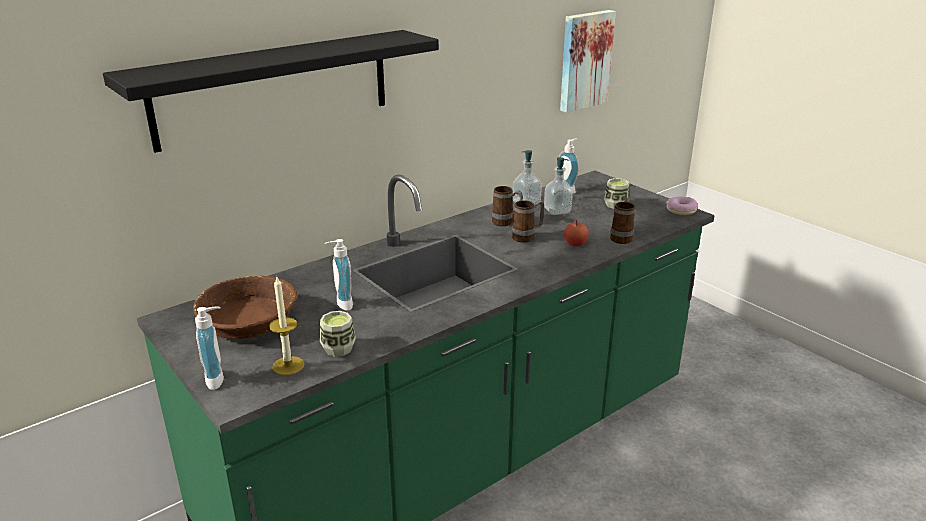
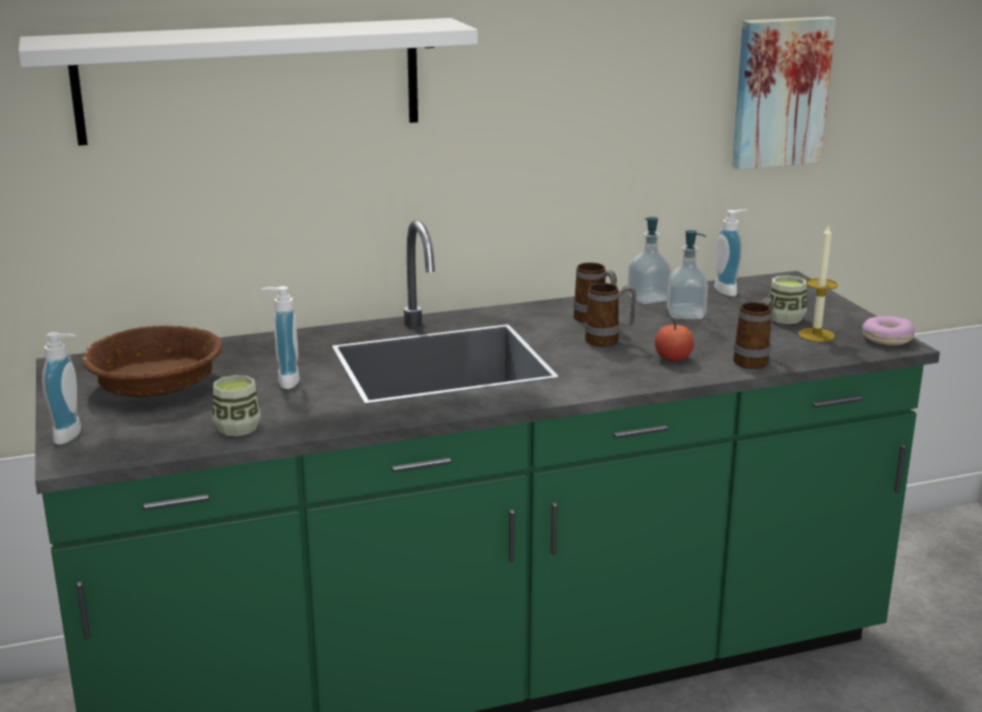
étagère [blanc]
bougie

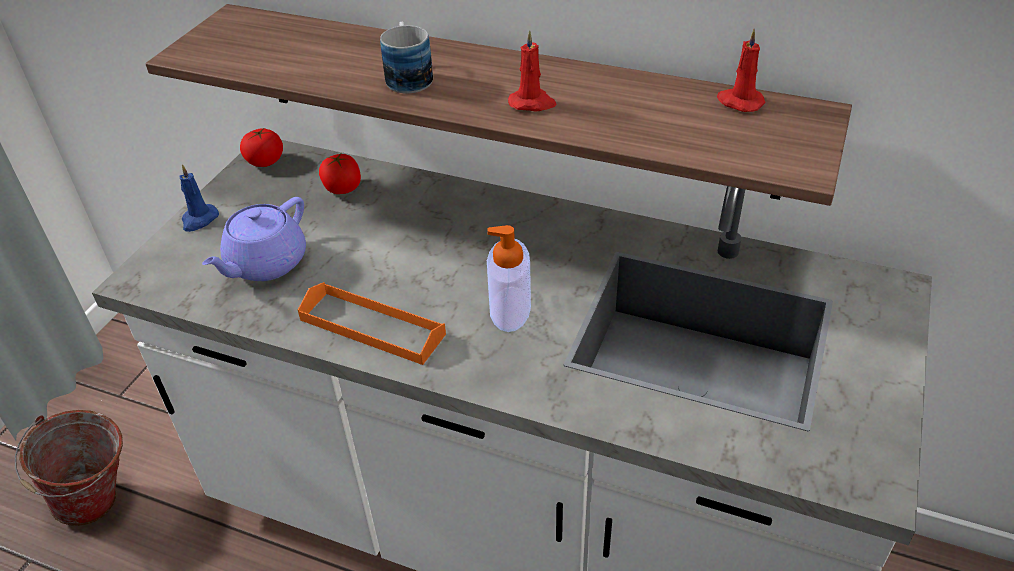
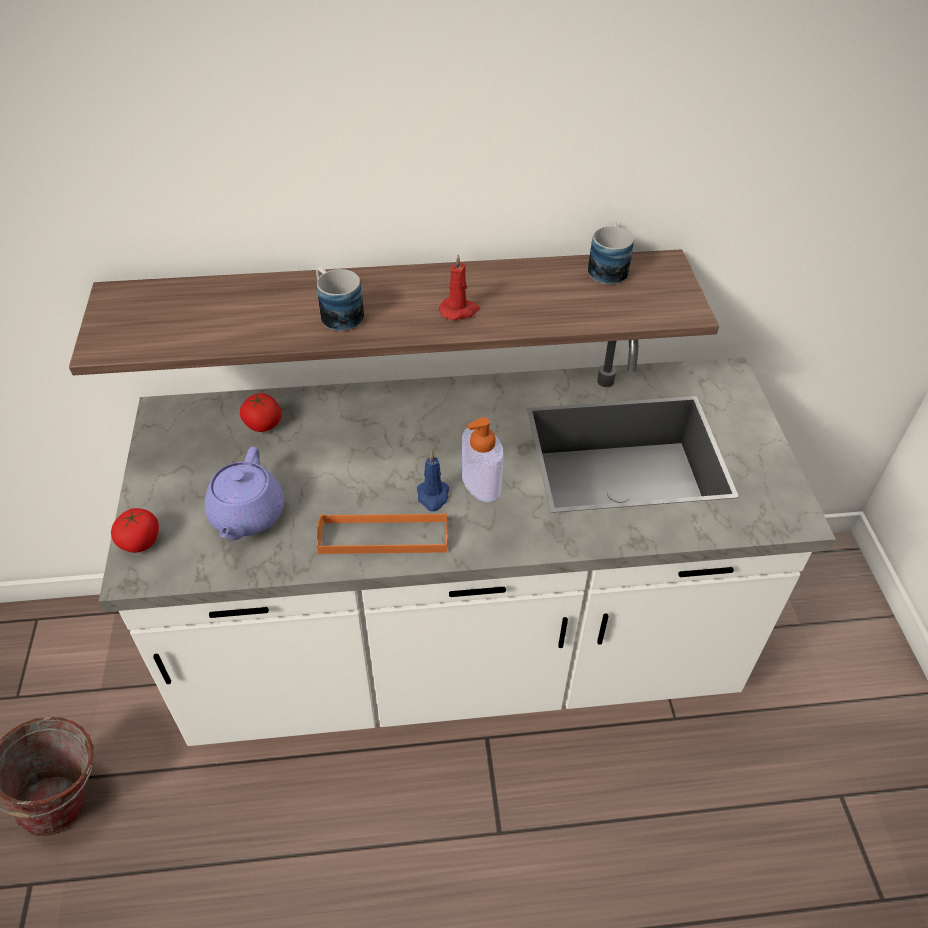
mug (2nd from left)
tomate (1st from left)
bougie [bleu]

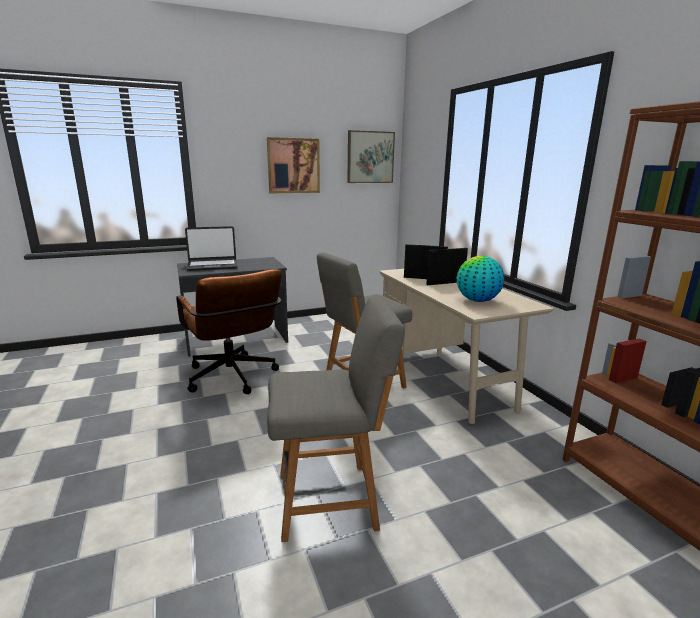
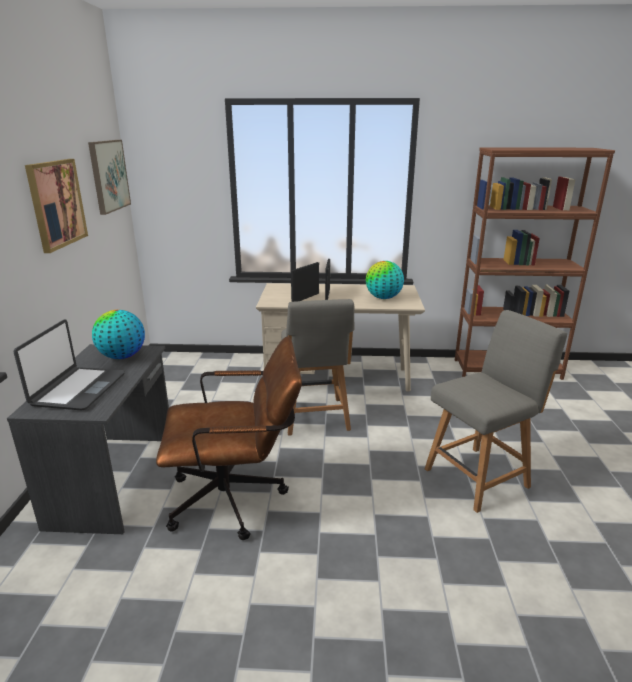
chaise [gris] (2nd from left)
globe (1st from left)

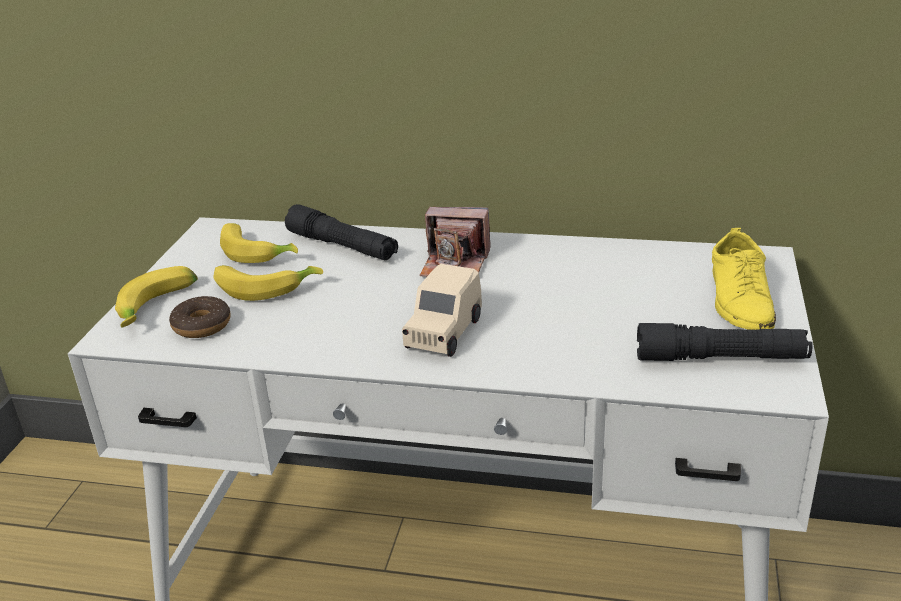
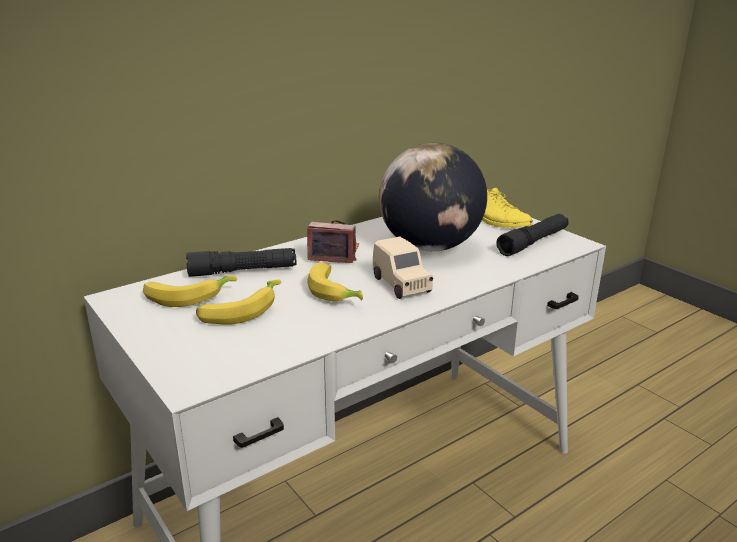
appareil photo
banane (3rd from left)
beignet
globe

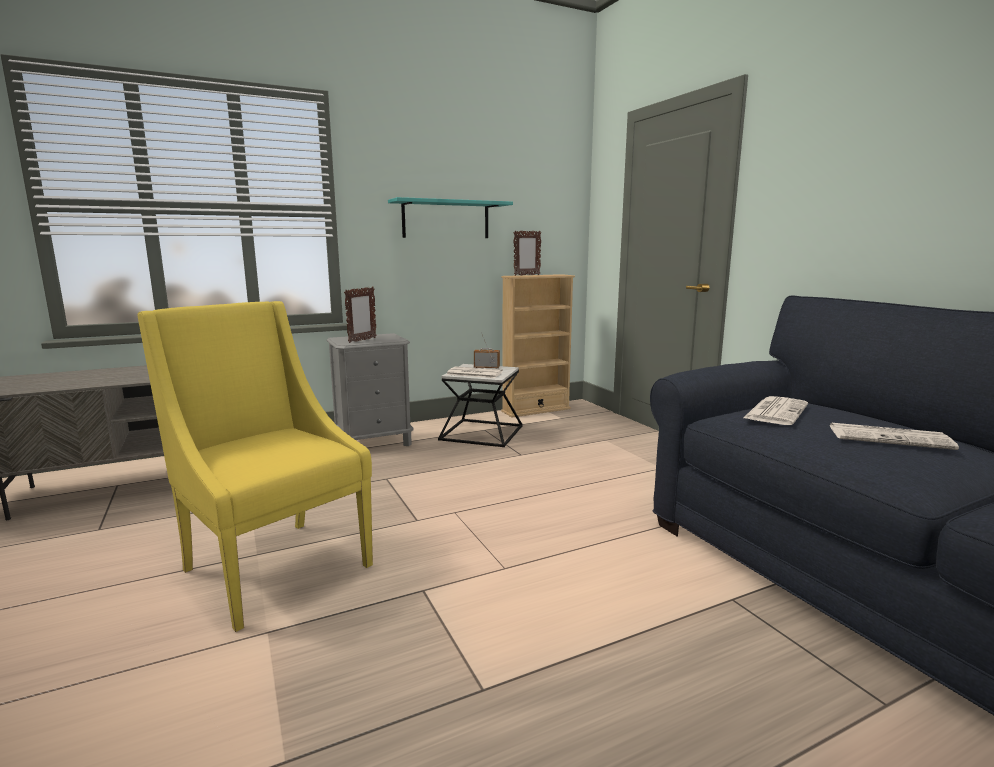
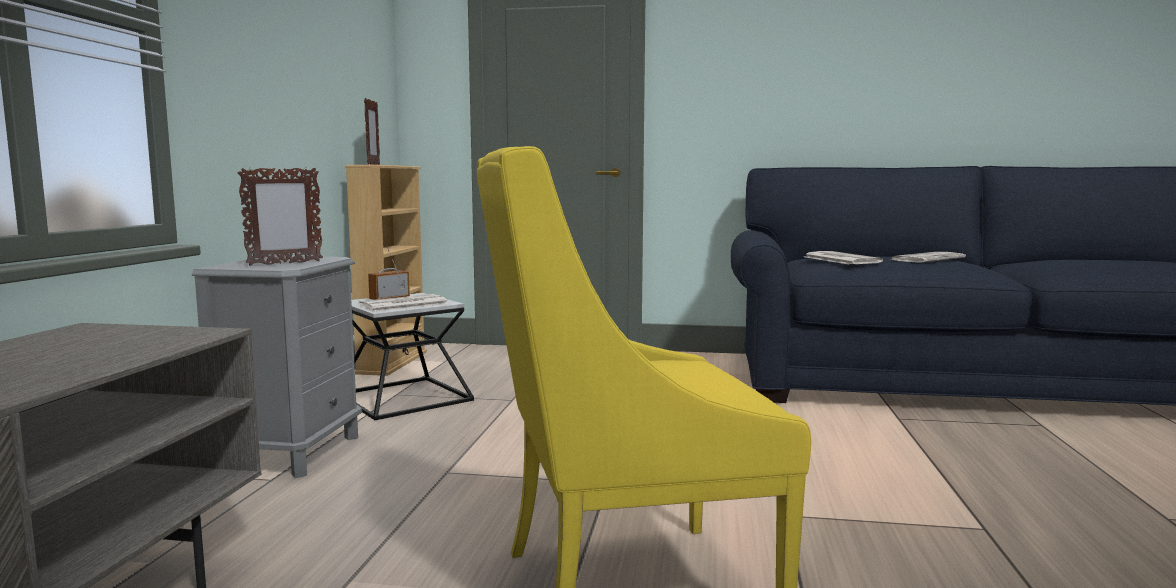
étagère [turquoise]
cadre photo (1st from left)

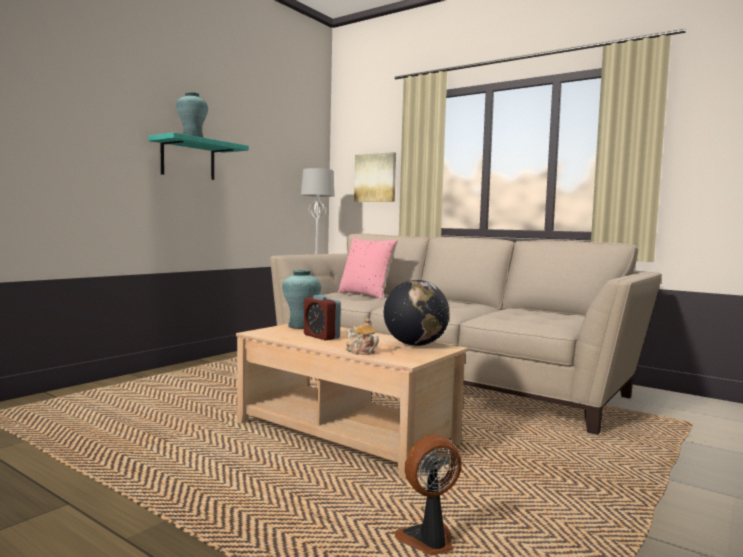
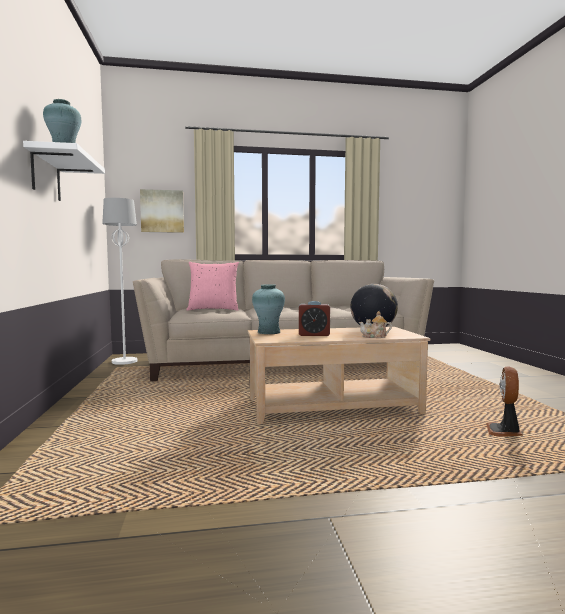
étagère [blanc]

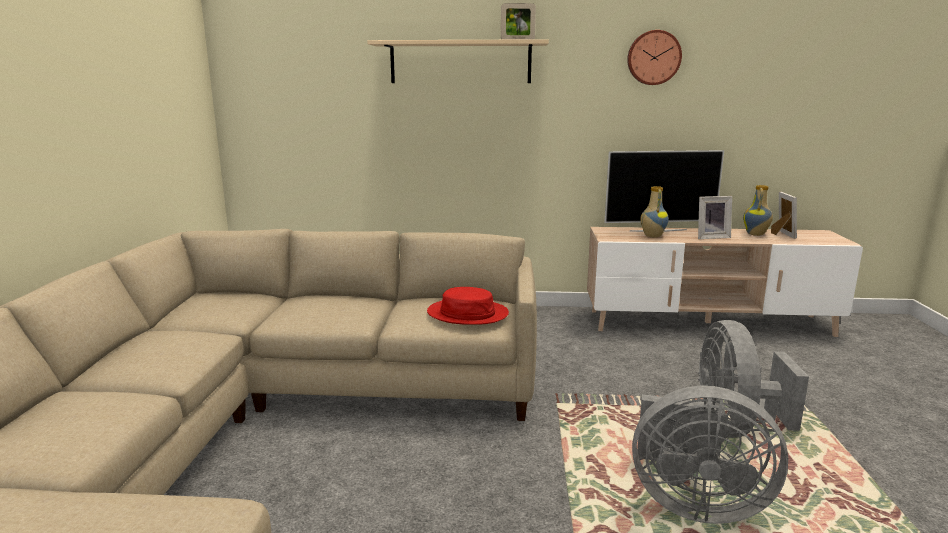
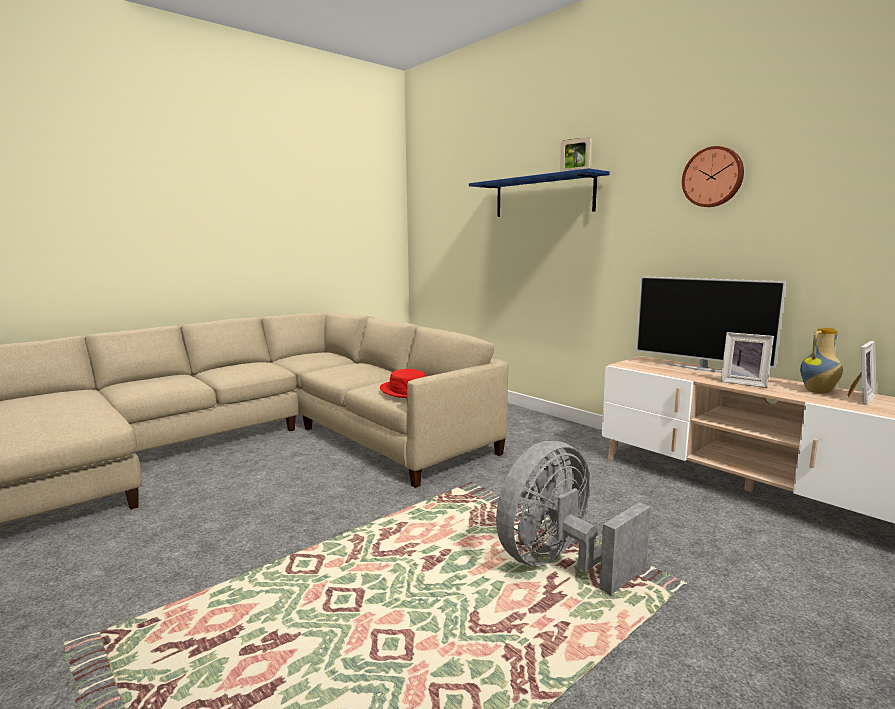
étagère [bleu]
vase (1st from left in the first image)
ventilateur [gris] (1st from left in the first image)

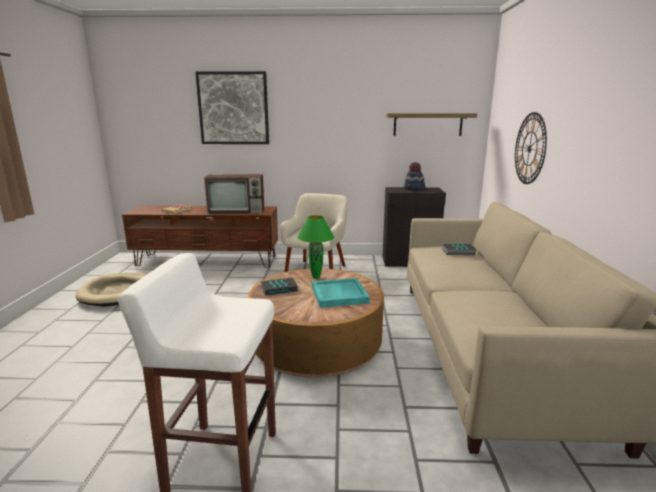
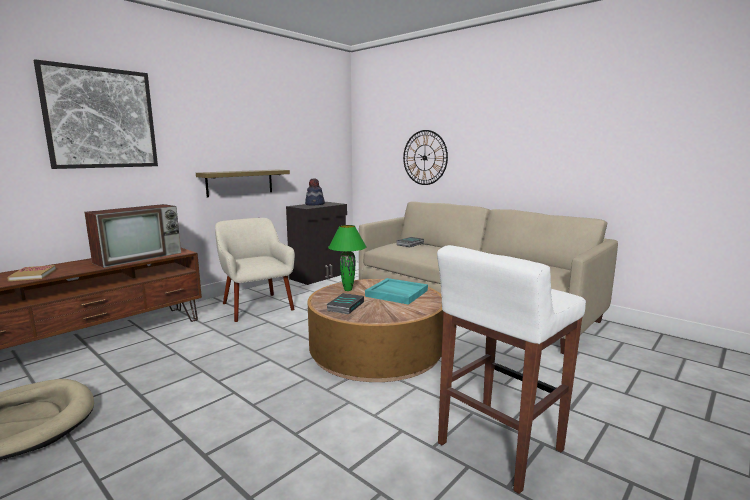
étagère

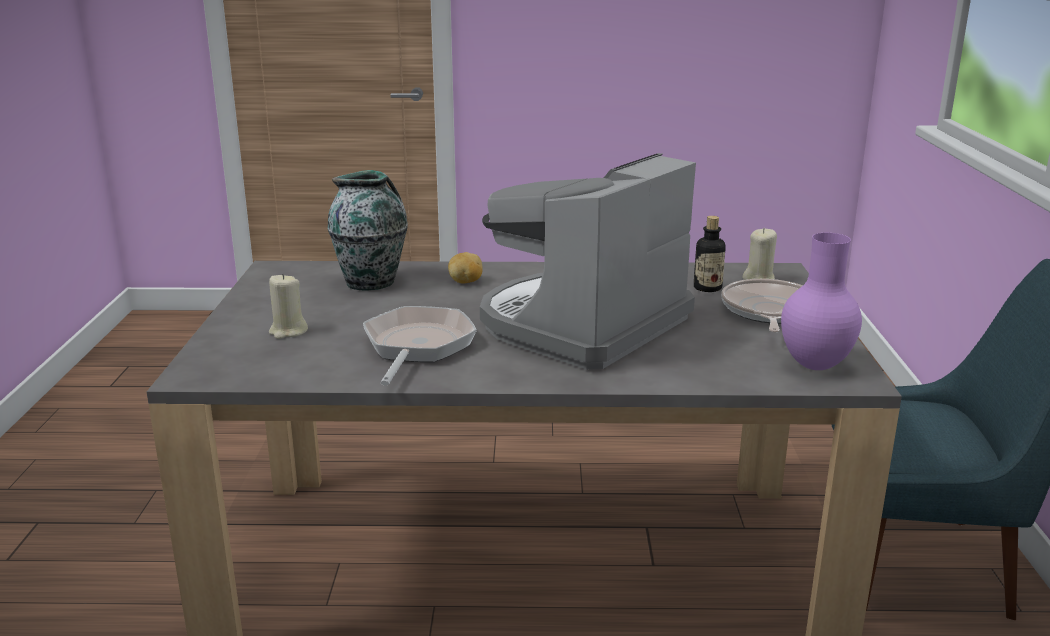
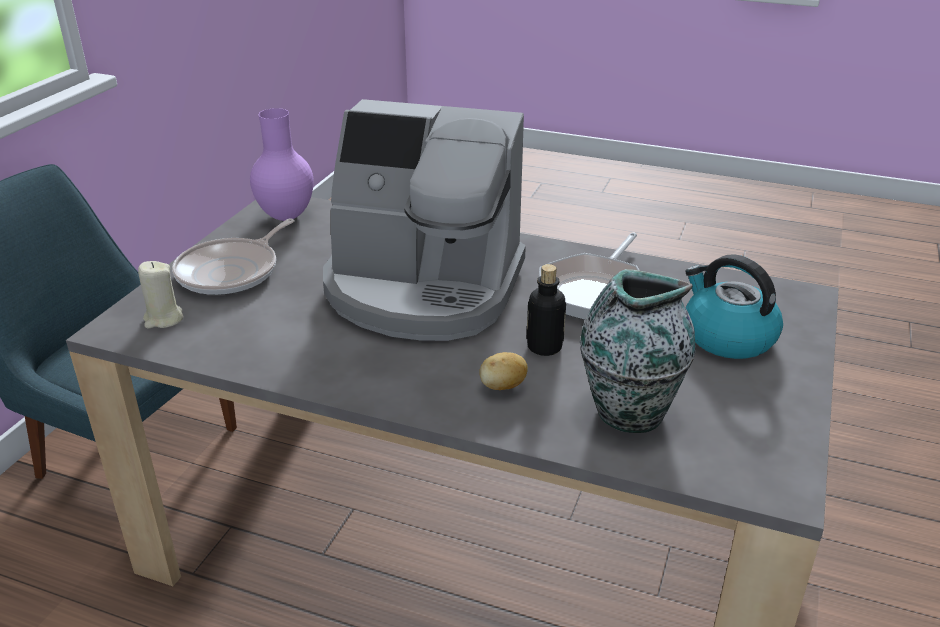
machine à café
bouteille
bouilloire

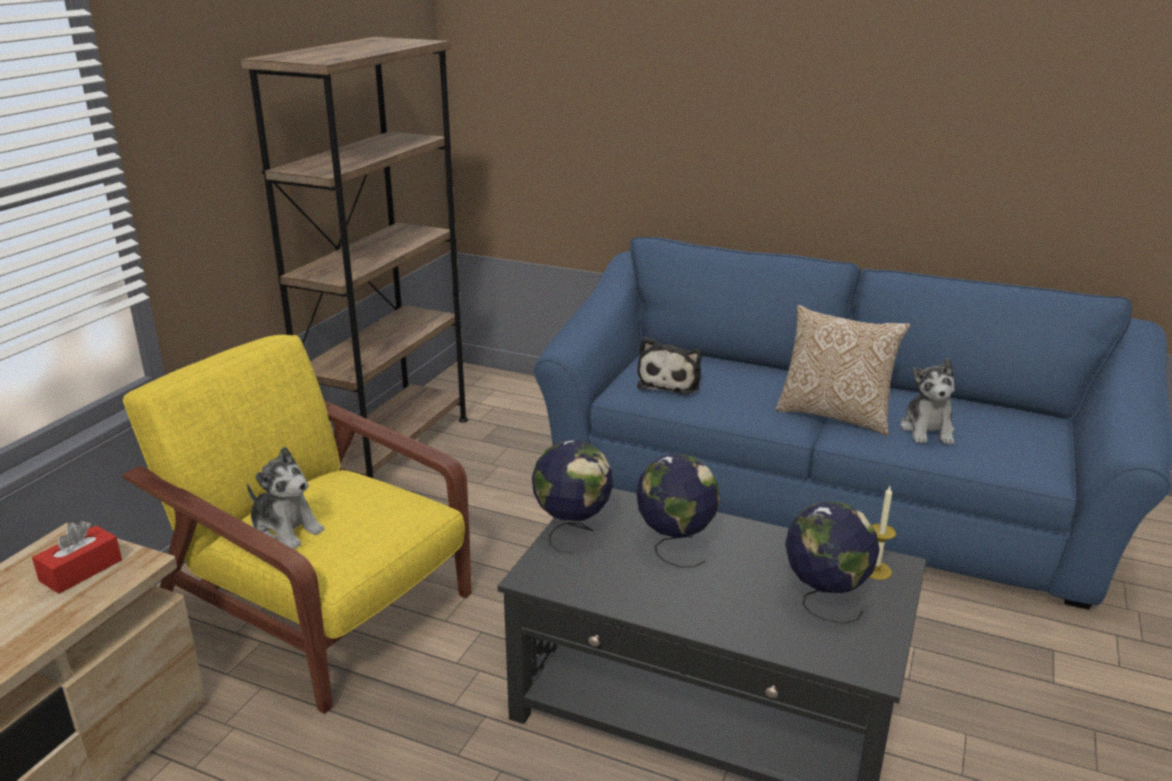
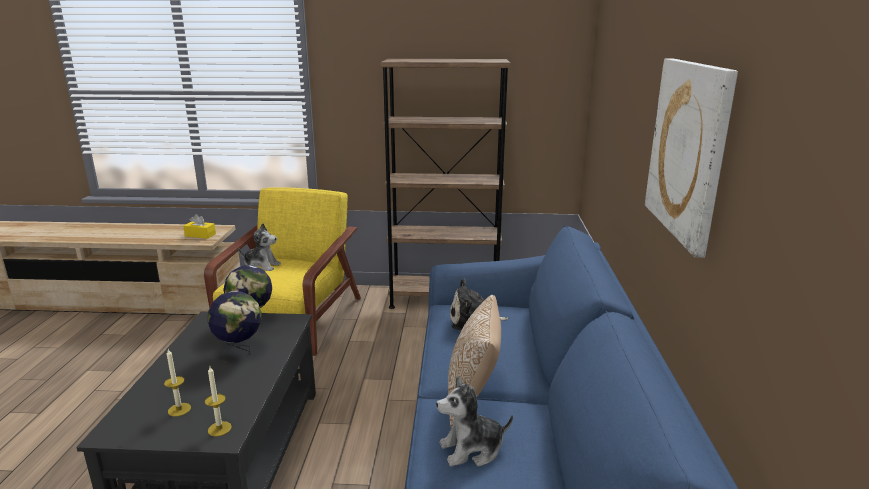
peluche (1st from left)
bougie (1st from left)
boîte à mouchoirs [jaune]
tableau

